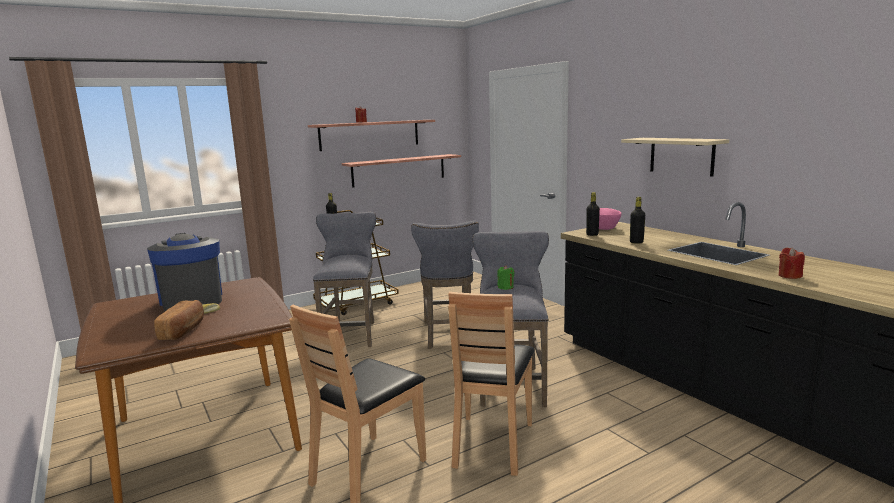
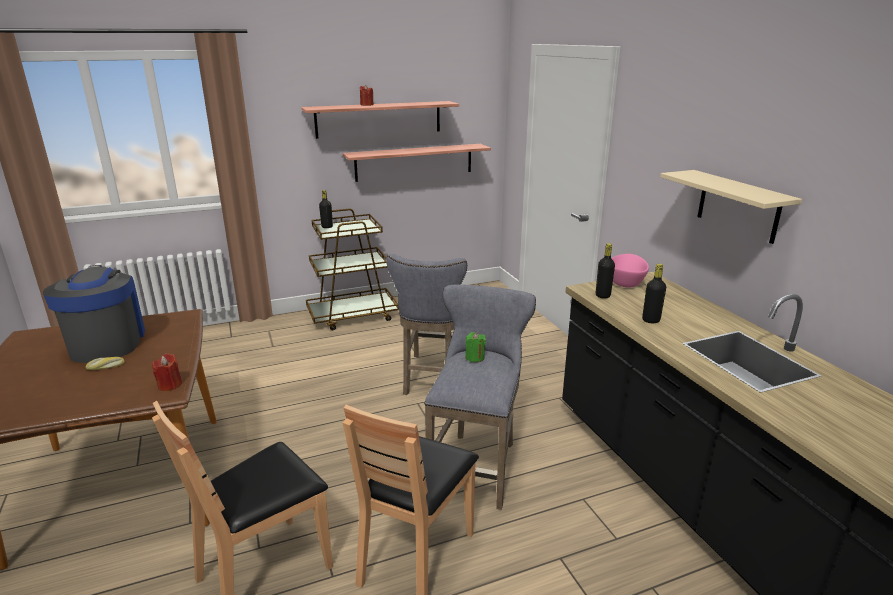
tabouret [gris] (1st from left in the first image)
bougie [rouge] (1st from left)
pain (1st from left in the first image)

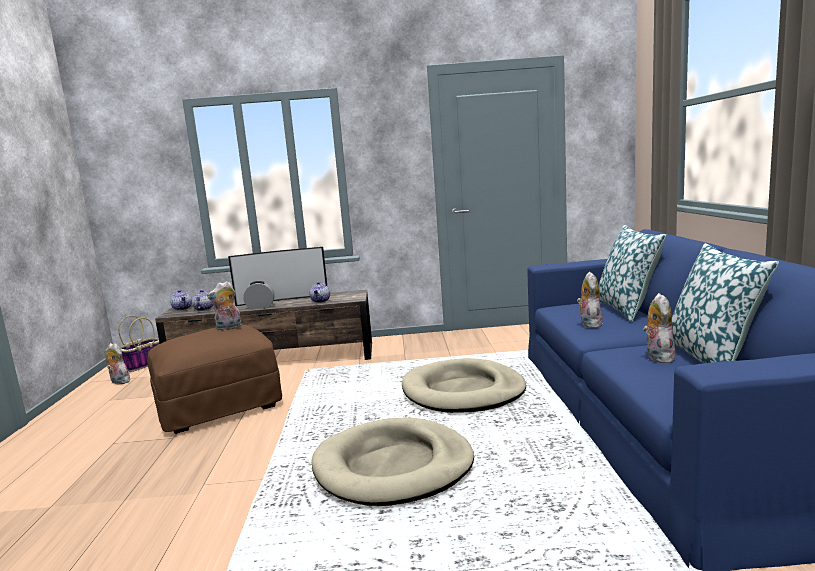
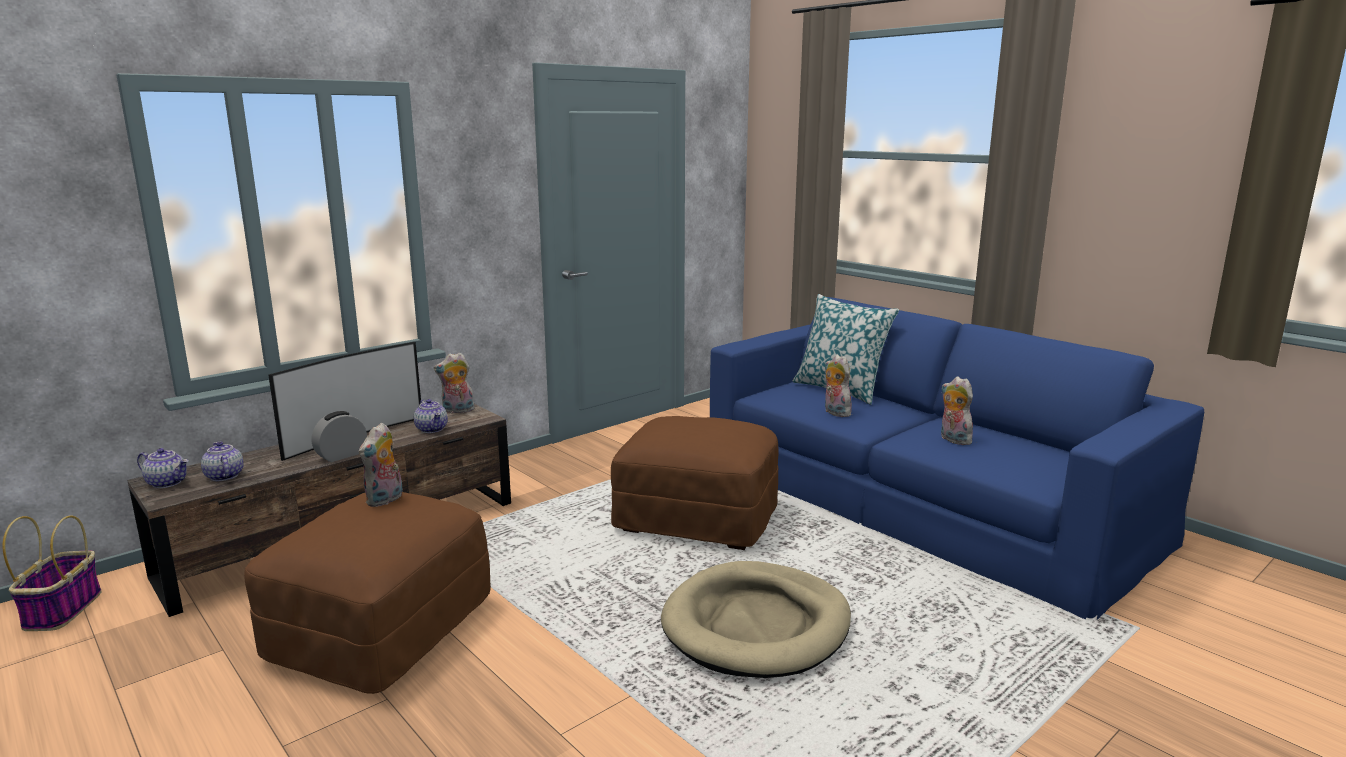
coussin (2nd from left in the first image)
peluche (2nd from left)
pouf [marron] (2nd from left)

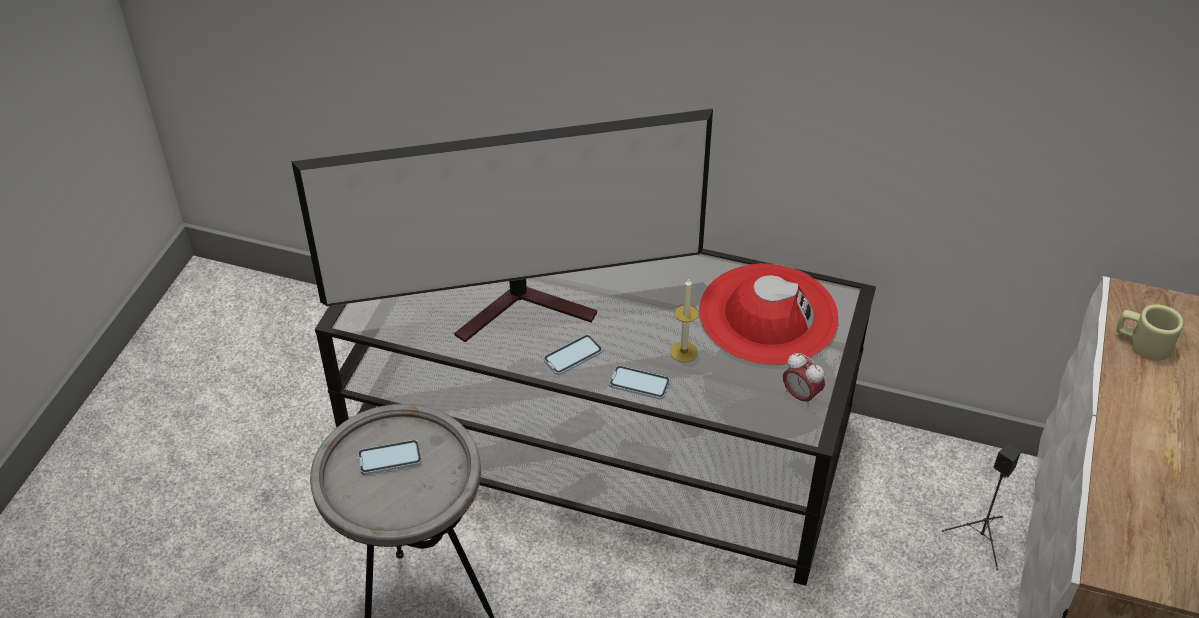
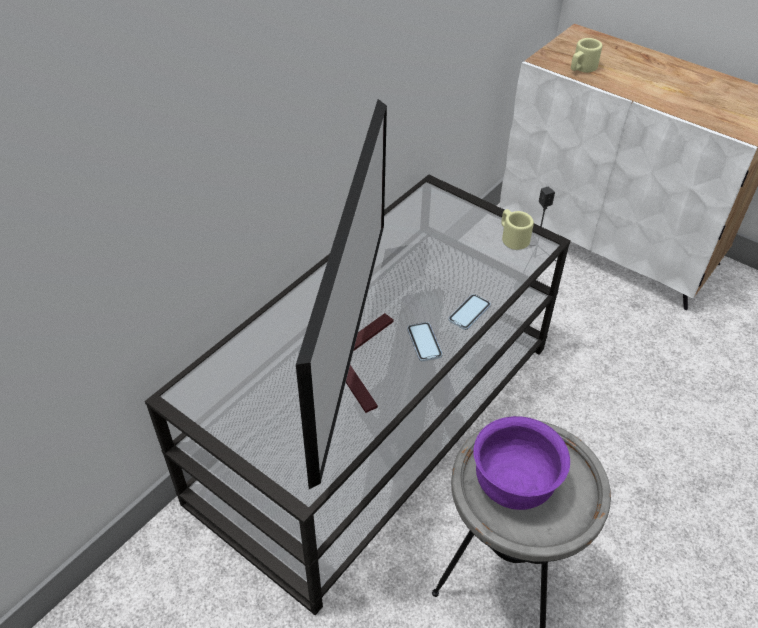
chapeau [rouge]
bougie
mug [beige] (1st from left)
bol [violet]

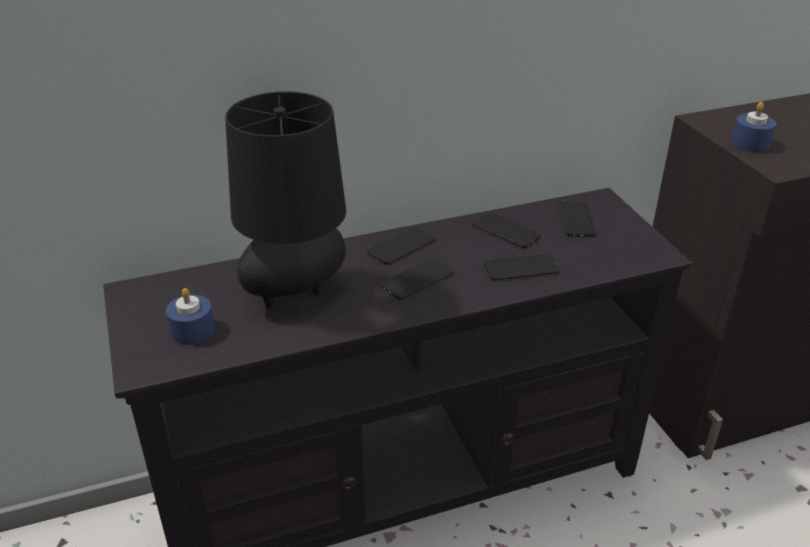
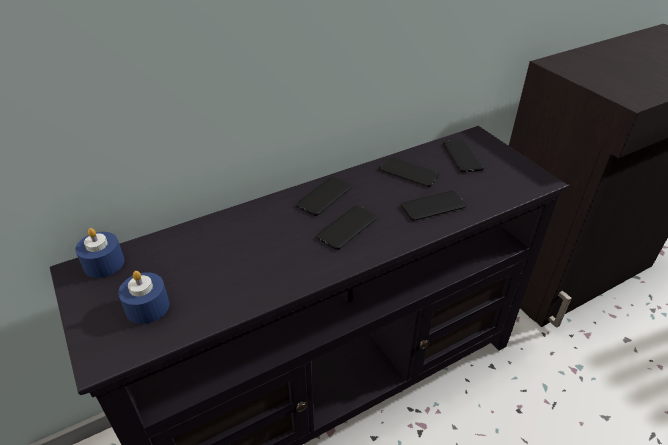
lampe de table [noir]
bougie [bleu] (1st from left)

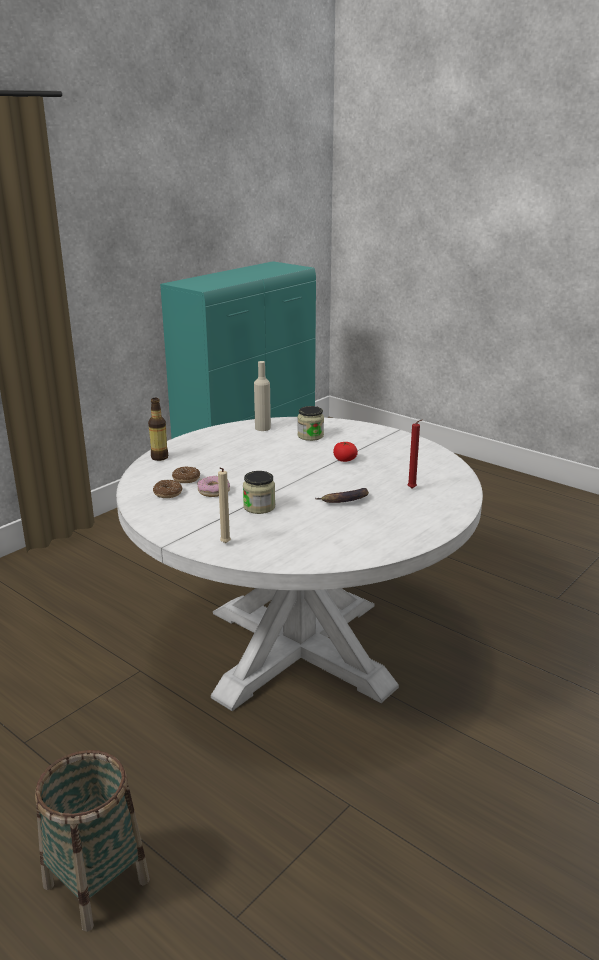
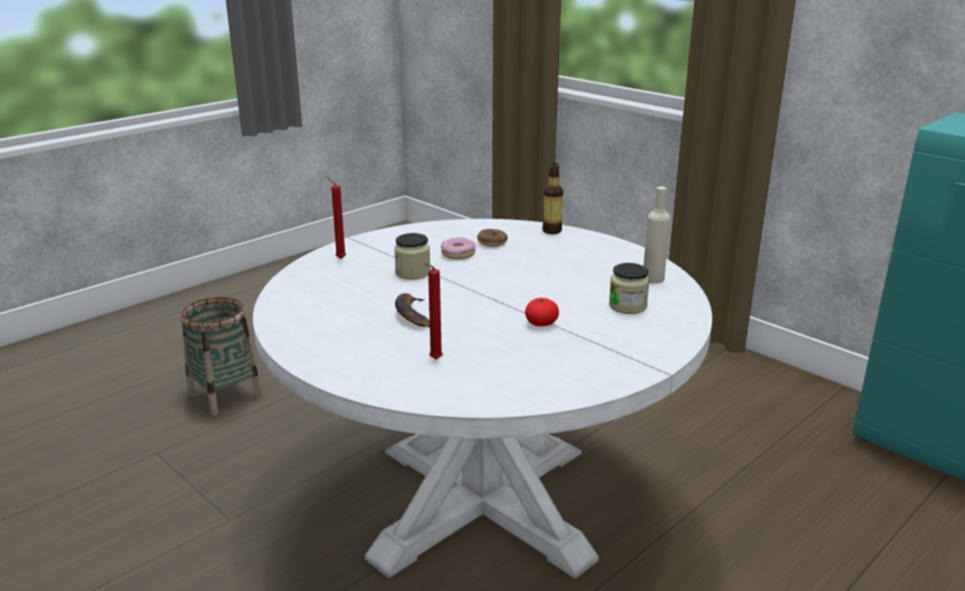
bougie [rouge] (1st from left)
beignet (1st from left in the first image)

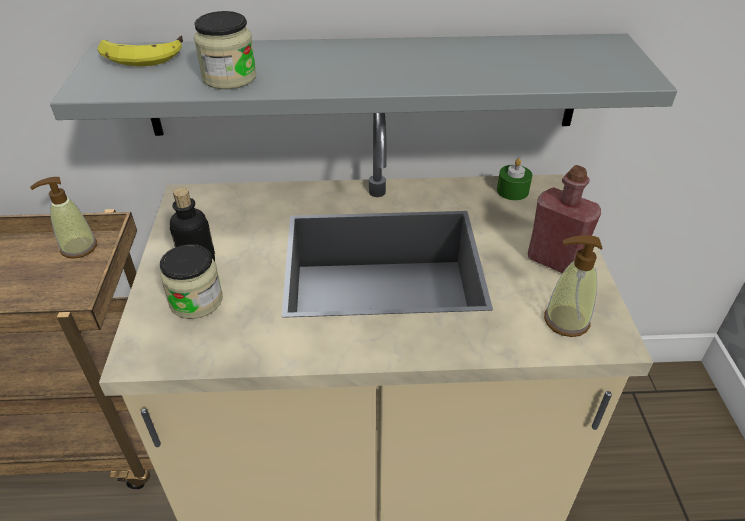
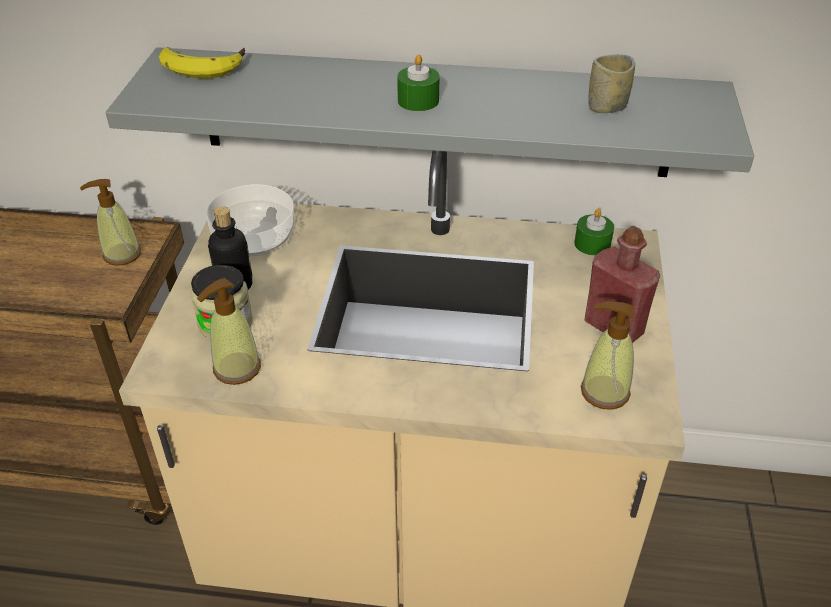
bocal (2nd from left in the first image)
bougie [vert] (1st from left)
tasse
bol
distributeur de savon (2nd from left)

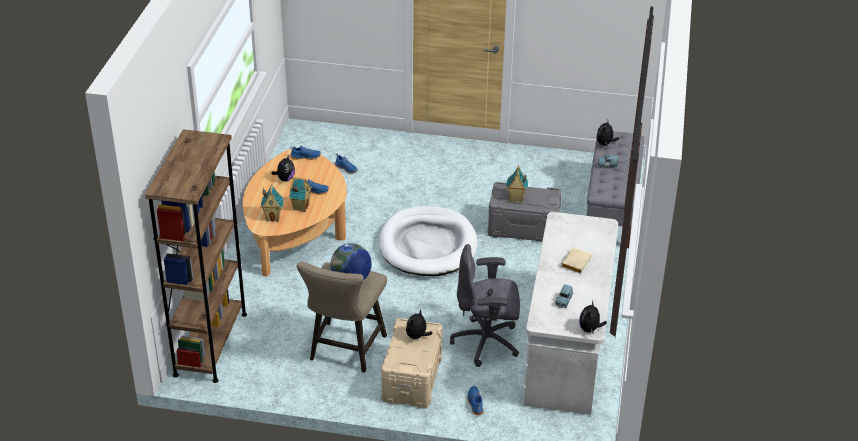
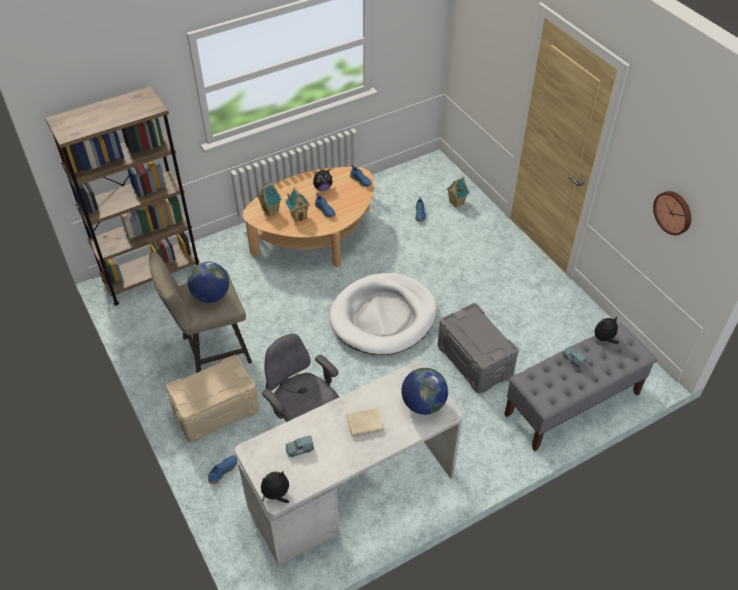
maison miniature (3rd from left)
peluche (2nd from left in the first image)
horloge murale
globe (2nd from left)

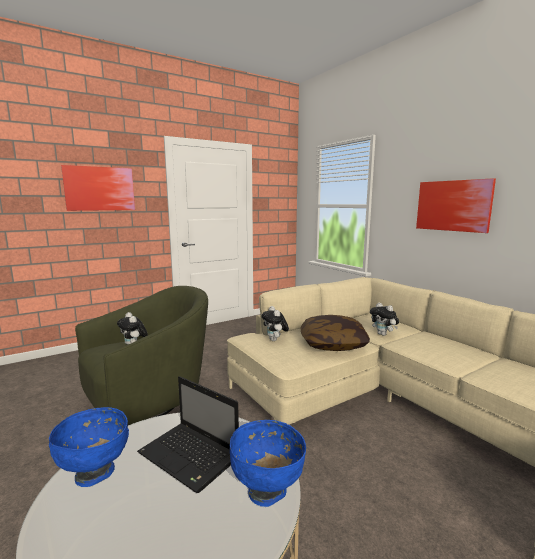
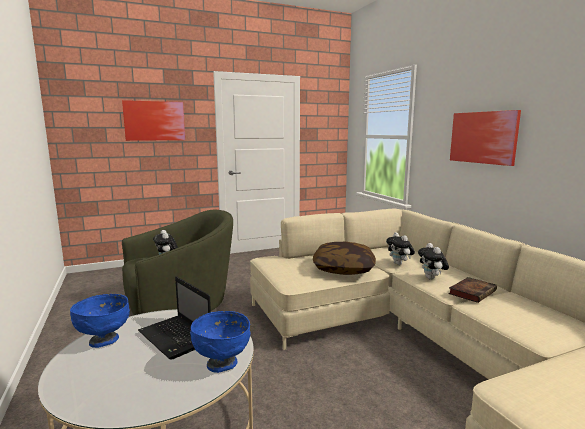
peluche (3rd from left)
livre

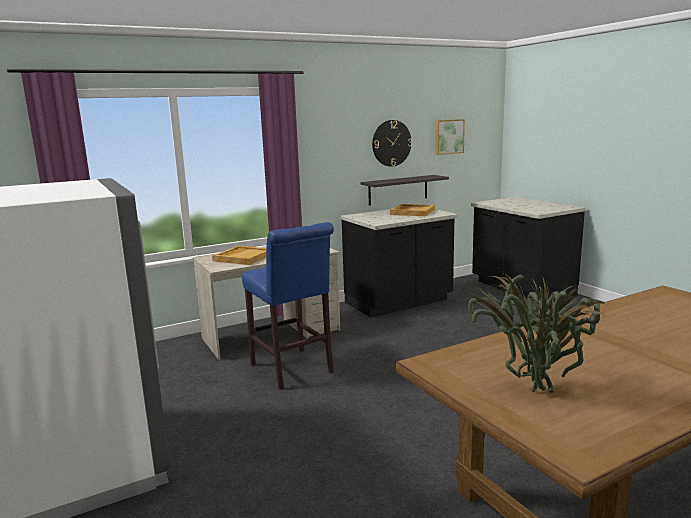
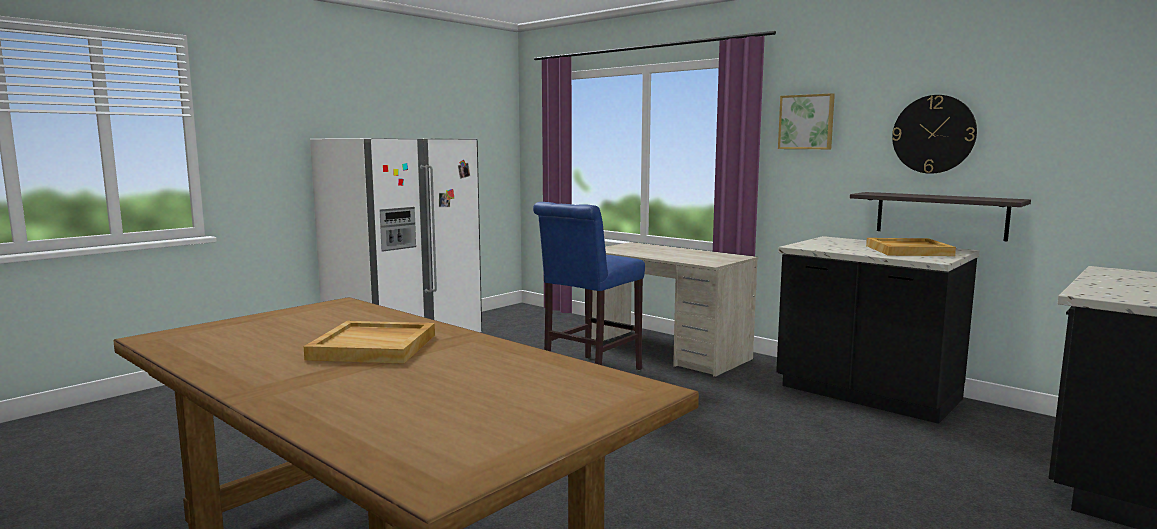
tableau
plateau [beige] (1st from left)
plante en pot

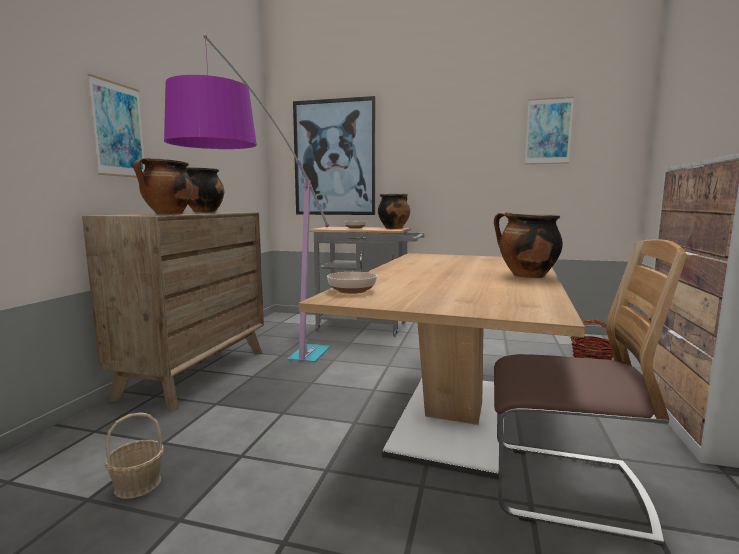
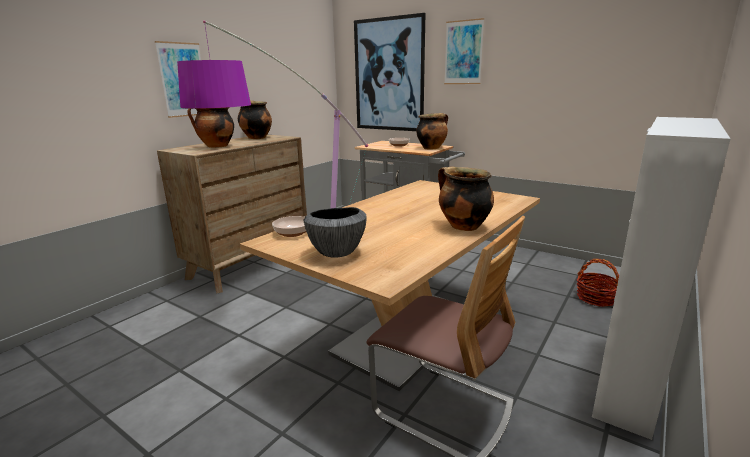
tableau (3rd from left)
panier (1st from left in the first image)
bol (2nd from left)

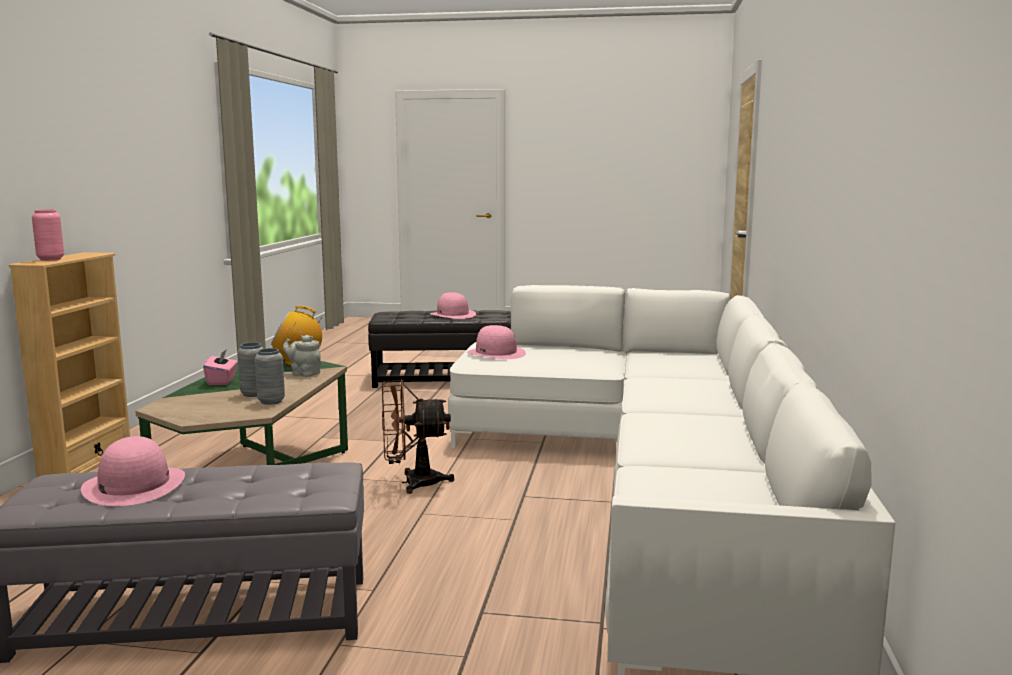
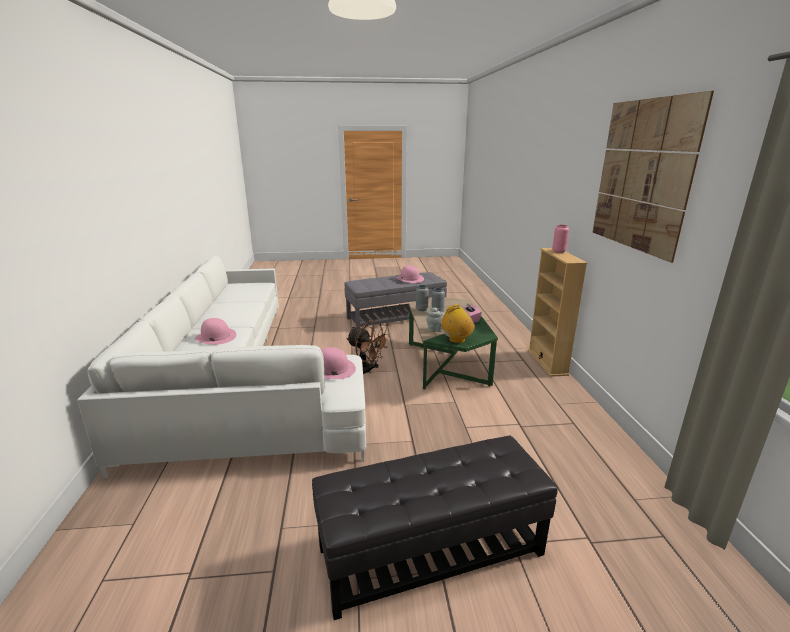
chapeau [rose] (1st from left)
ventilateur [marron]
tableau

